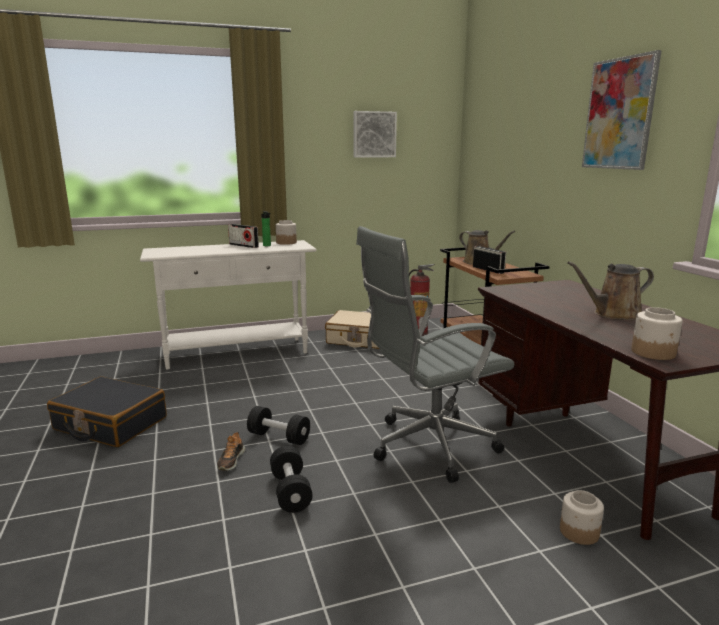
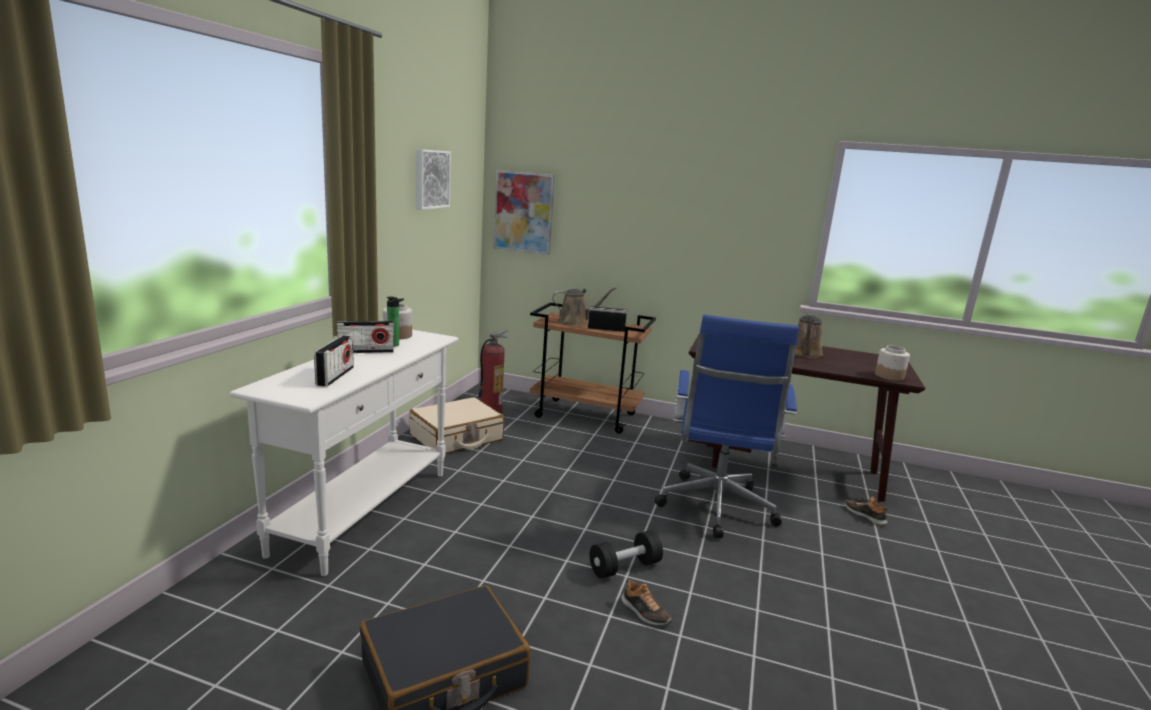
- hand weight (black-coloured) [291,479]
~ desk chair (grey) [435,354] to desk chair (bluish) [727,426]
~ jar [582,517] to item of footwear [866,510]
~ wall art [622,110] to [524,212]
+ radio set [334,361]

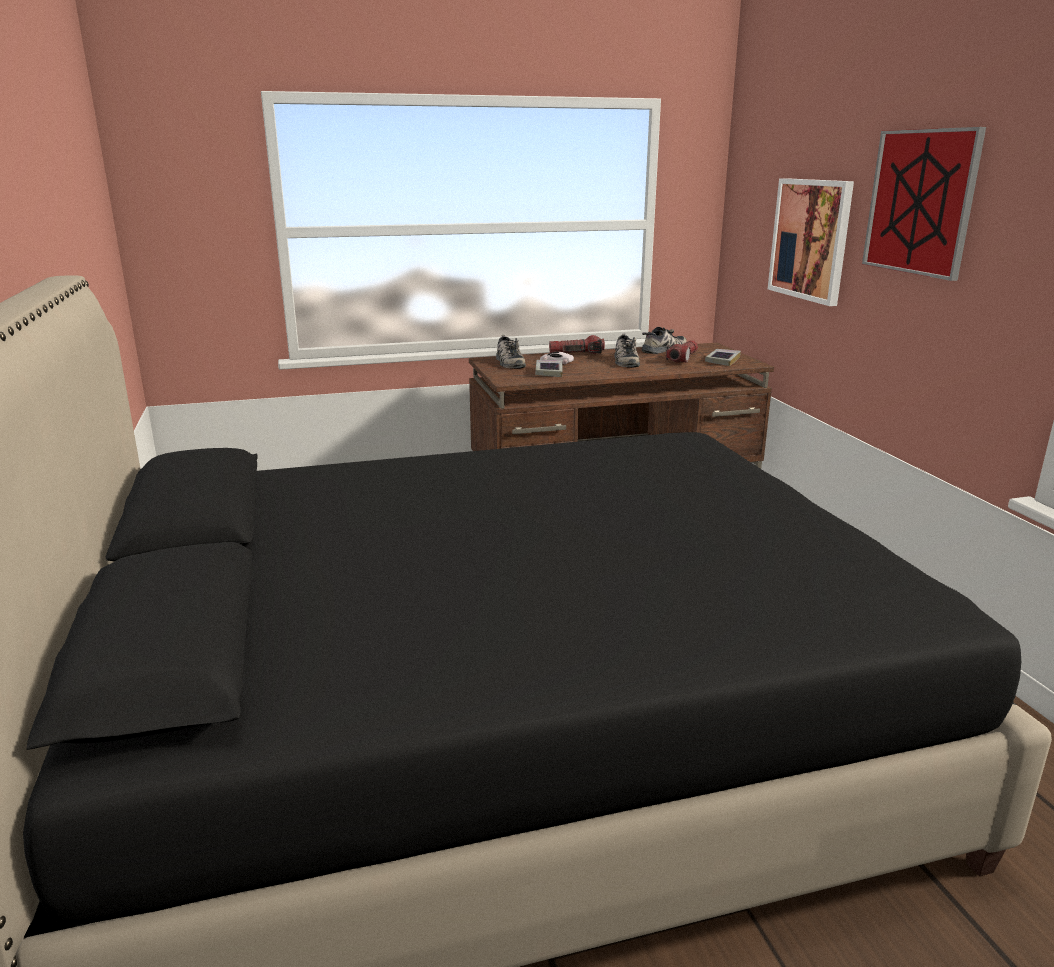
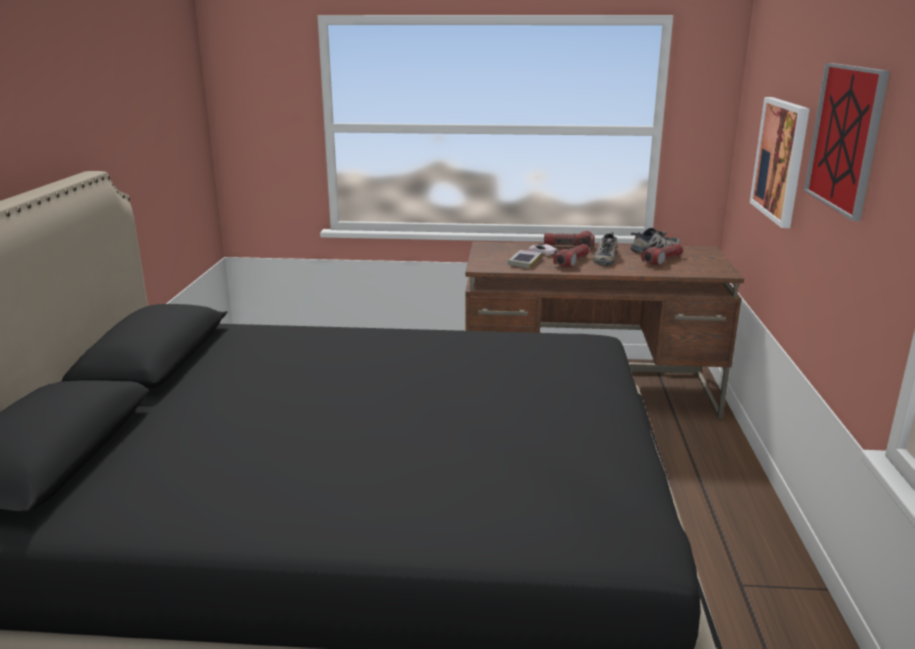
- item of footwear [511,352]
- bound book [723,357]
+ hand torch [571,255]

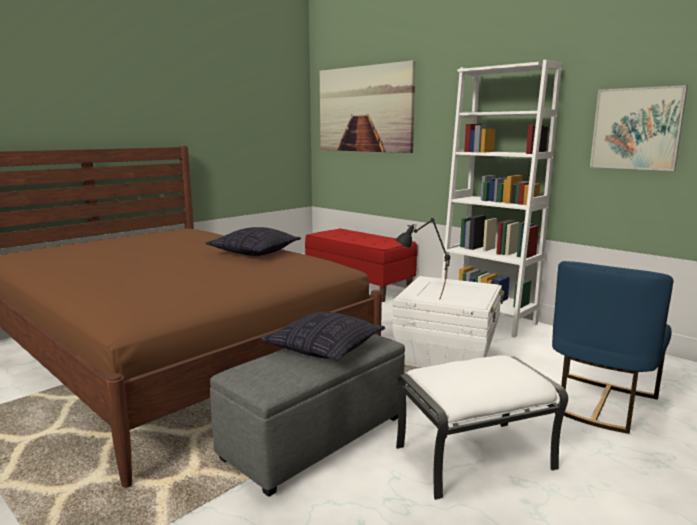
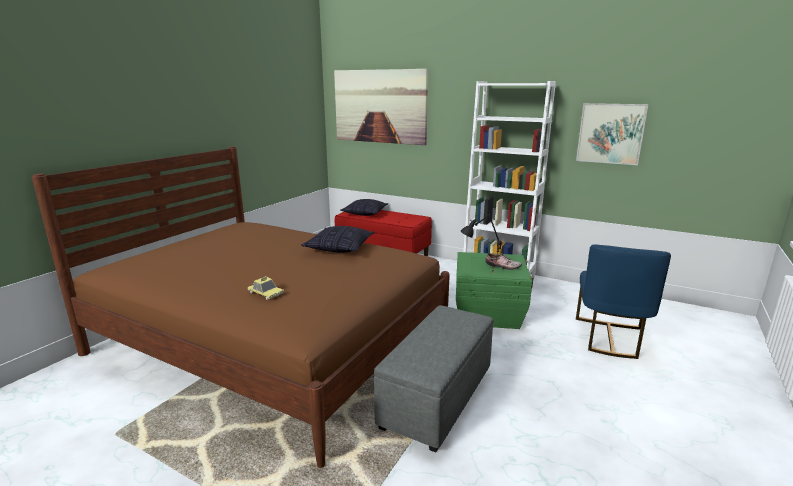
~ pillow [322,336] to [364,207]
~ storage container (whitish) [448,322] to storage container (green) [495,290]
- pouffe (whitish) [482,427]
+ toy car [266,288]
+ item of footwear [503,261]

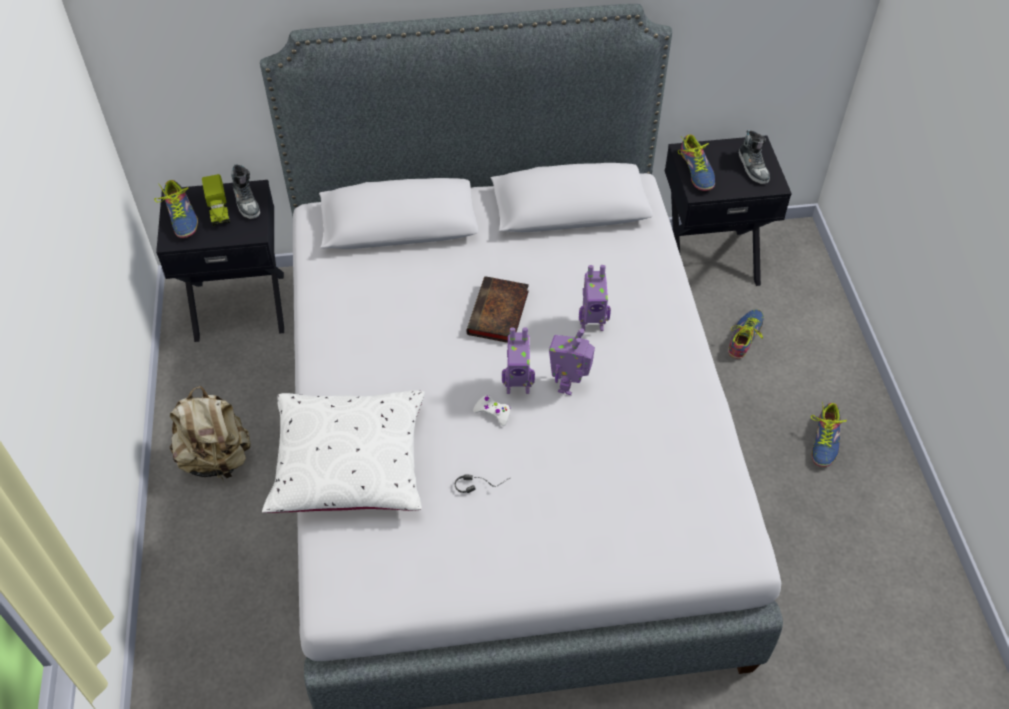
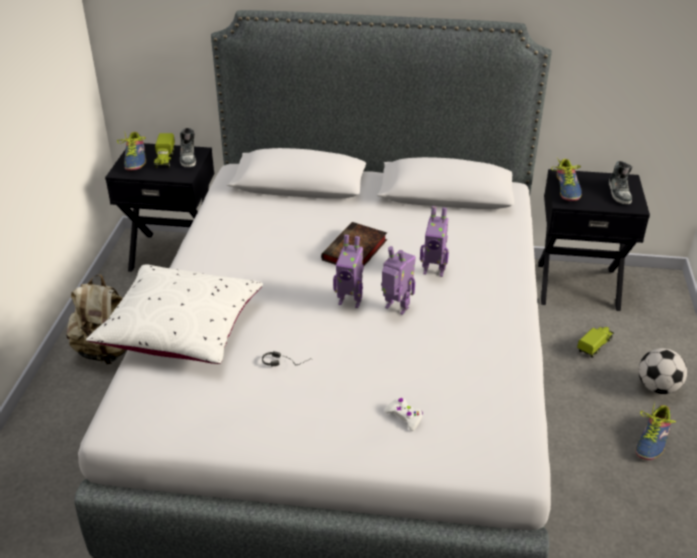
~ game controller (whitish) [491,410] to [404,414]
~ toy robot [572,361] = [398,280] 90 degrees clockwise
~ item of footwear [746,334] to model truck [595,342]
+ football [663,371]

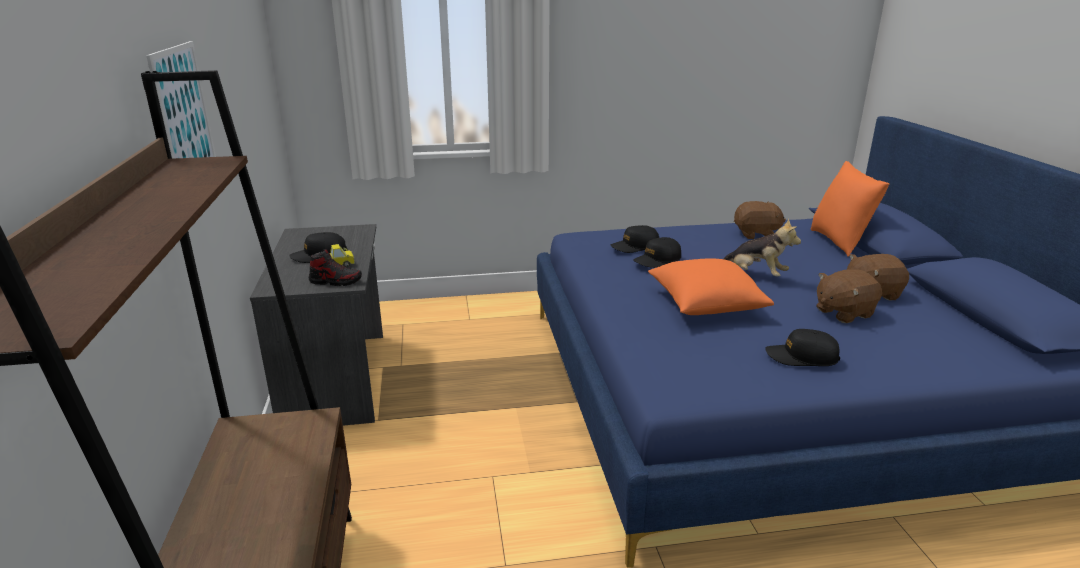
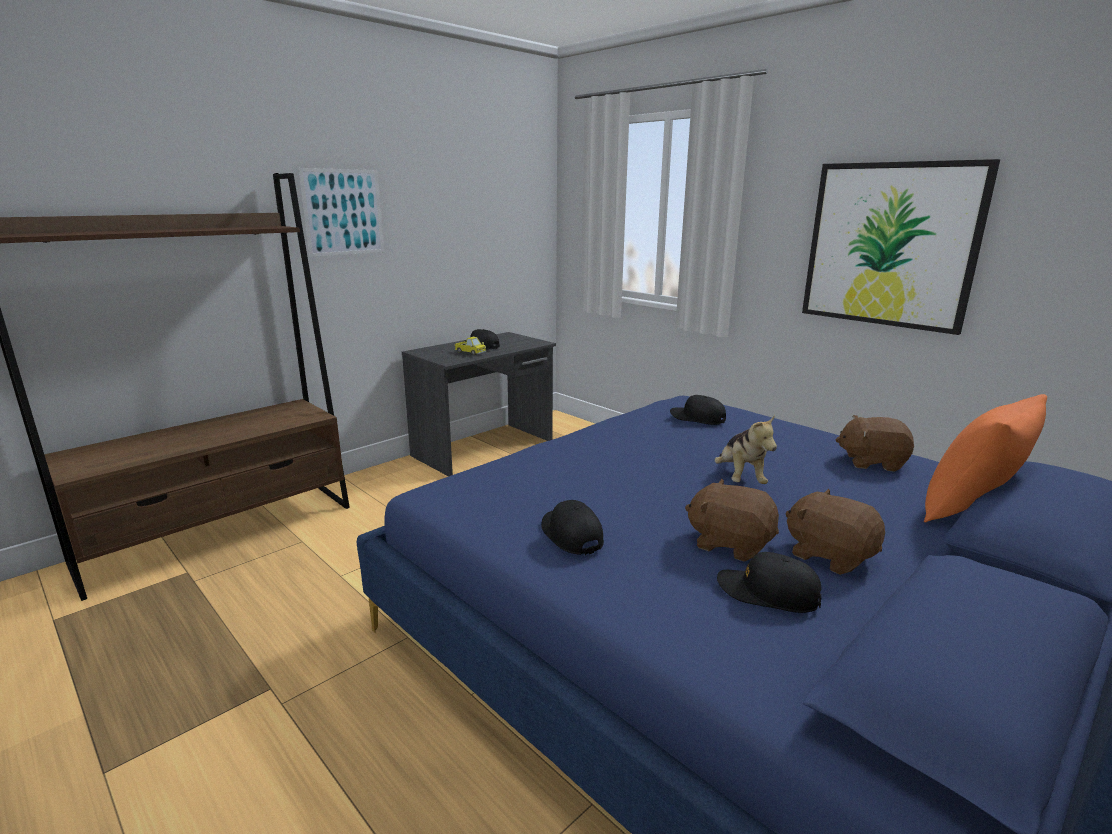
- item of footwear [335,267]
~ cap (black-coloured) [657,252] to [769,582]
- pillow (orange) [711,287]
~ soft toy (brownish) [760,220] = [875,443] 135 degrees clockwise
+ wall art [901,247]

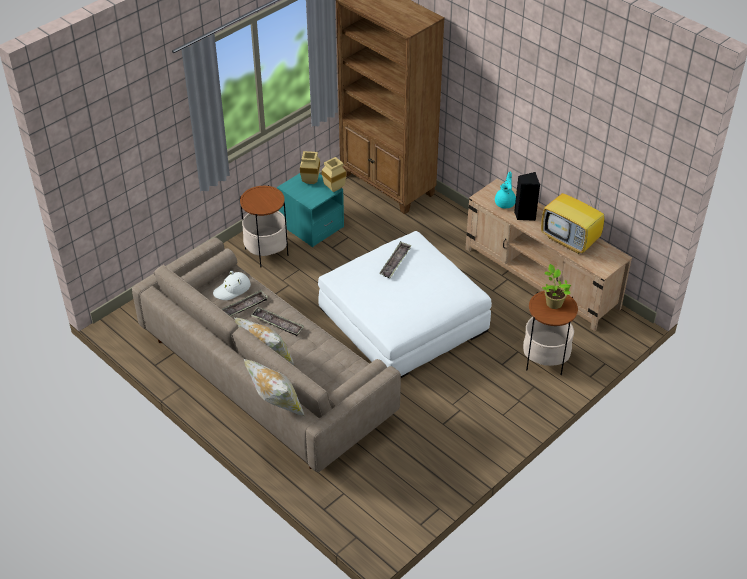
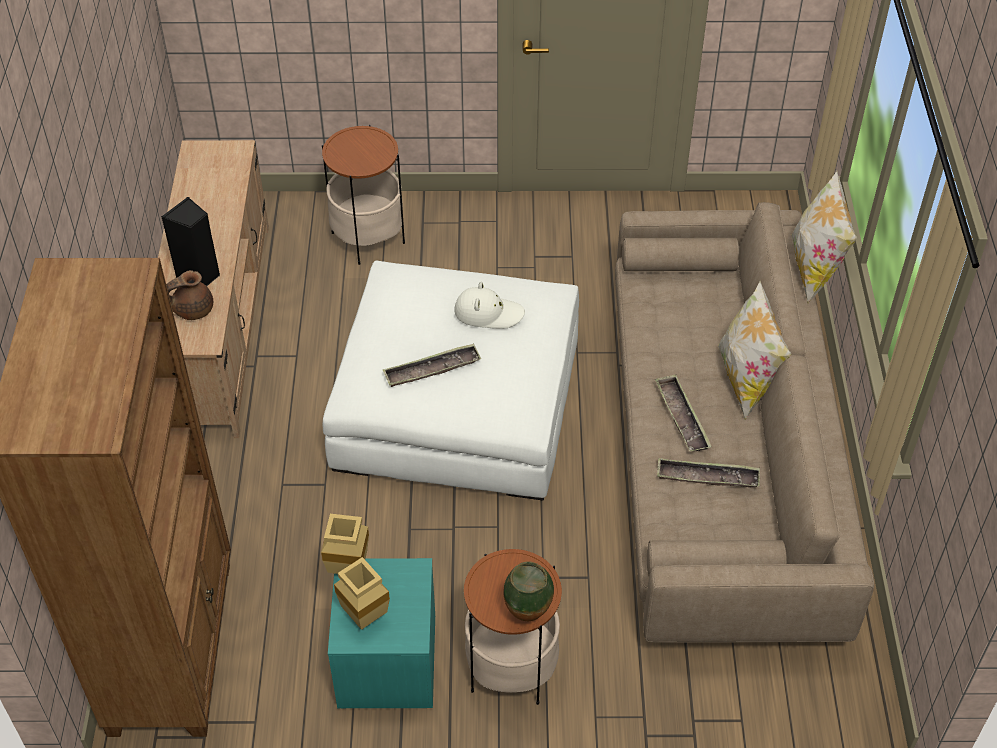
~ hat (whitish) [232,285] to [489,305]
~ teapot (blue-green) [505,189] to teapot (brownish) [189,295]
- TV [573,218]
- potted plant [556,286]
+ flower vase [529,591]

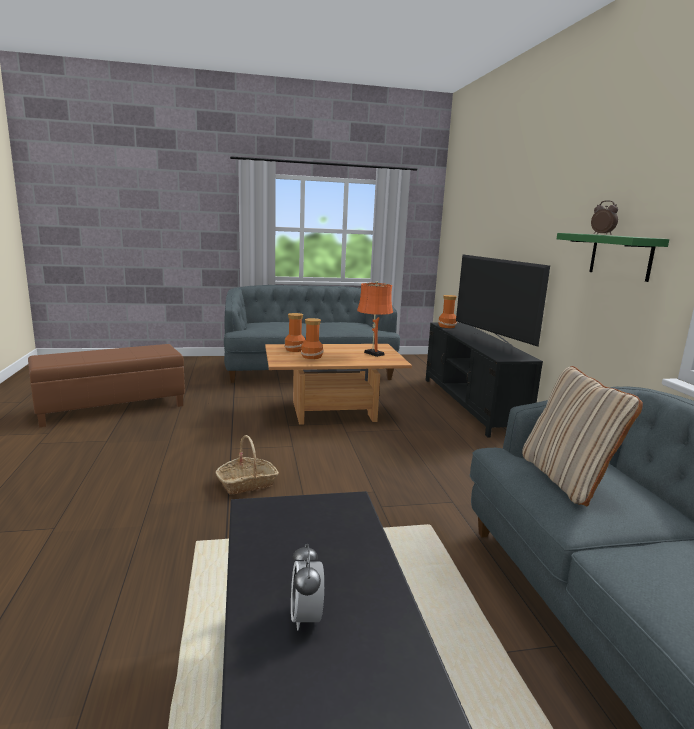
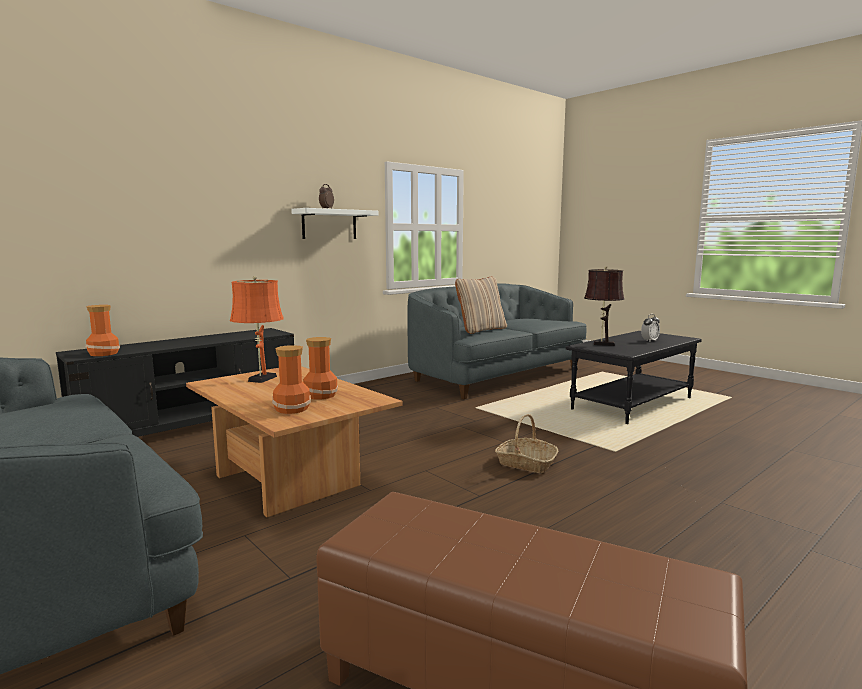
- TV [503,302]
~ shelf (green) [613,257] to shelf (whitish) [334,223]
+ lamp for a table (brownish) [604,306]

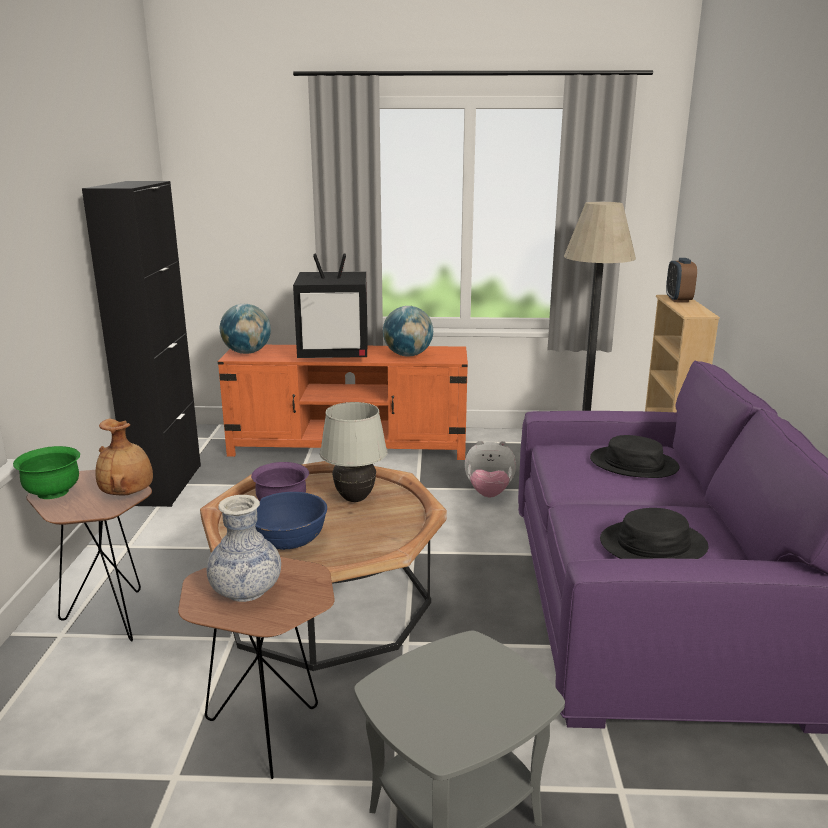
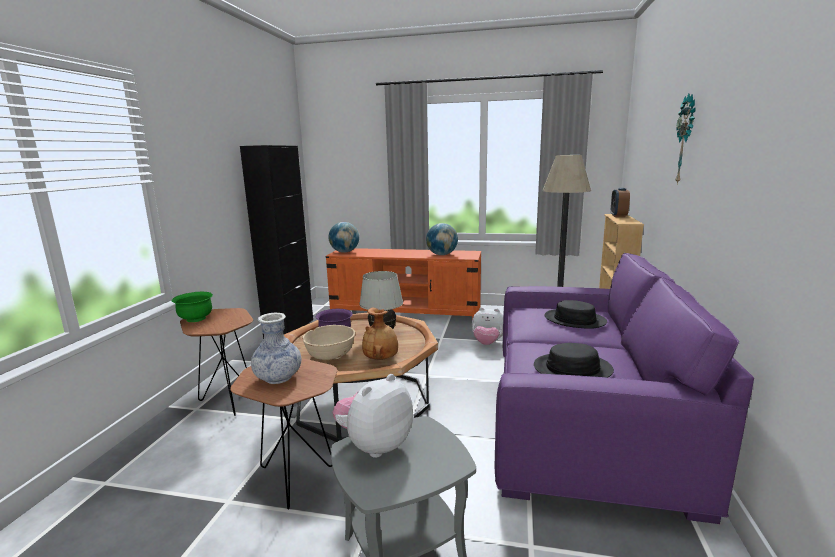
~ flower vase (brownish) [124,457] to [380,333]
~ bowl (bluish) [291,521] to bowl (beige-coloured) [328,342]
- TV [330,305]
+ soft toy [372,416]
+ hanging clock [685,139]

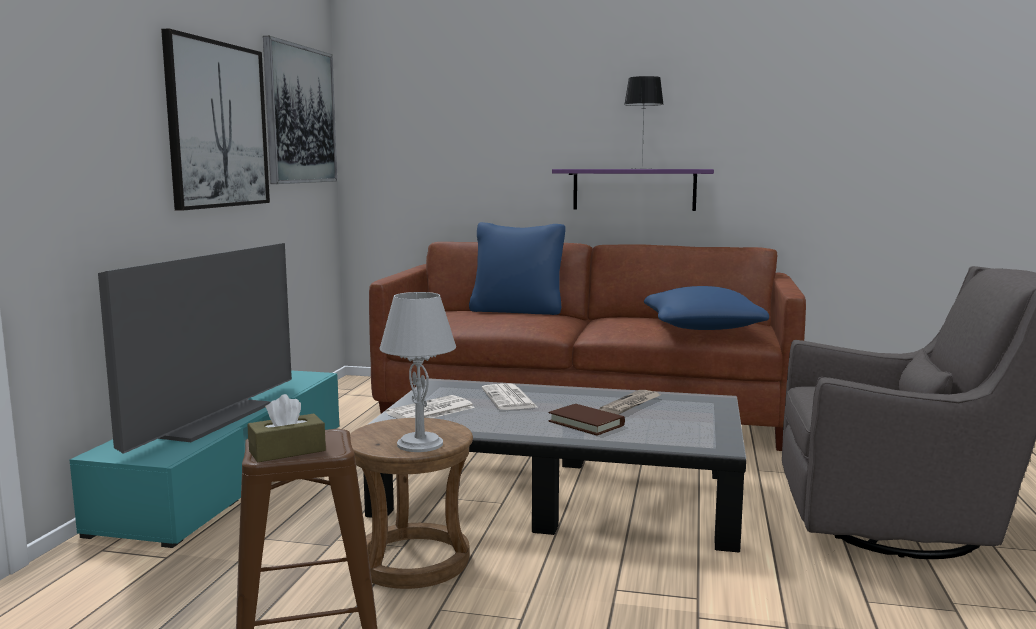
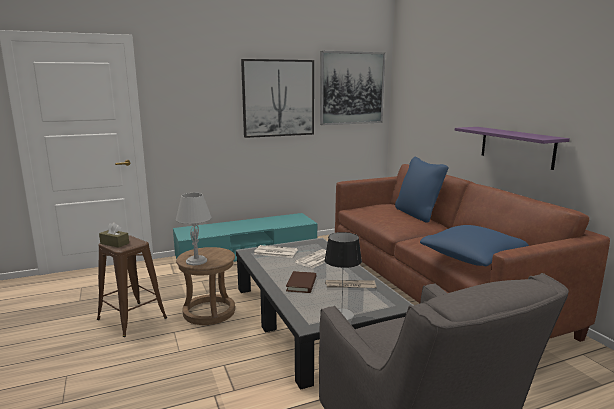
- TV [195,348]
~ lamp for a table [644,122] to [343,276]

